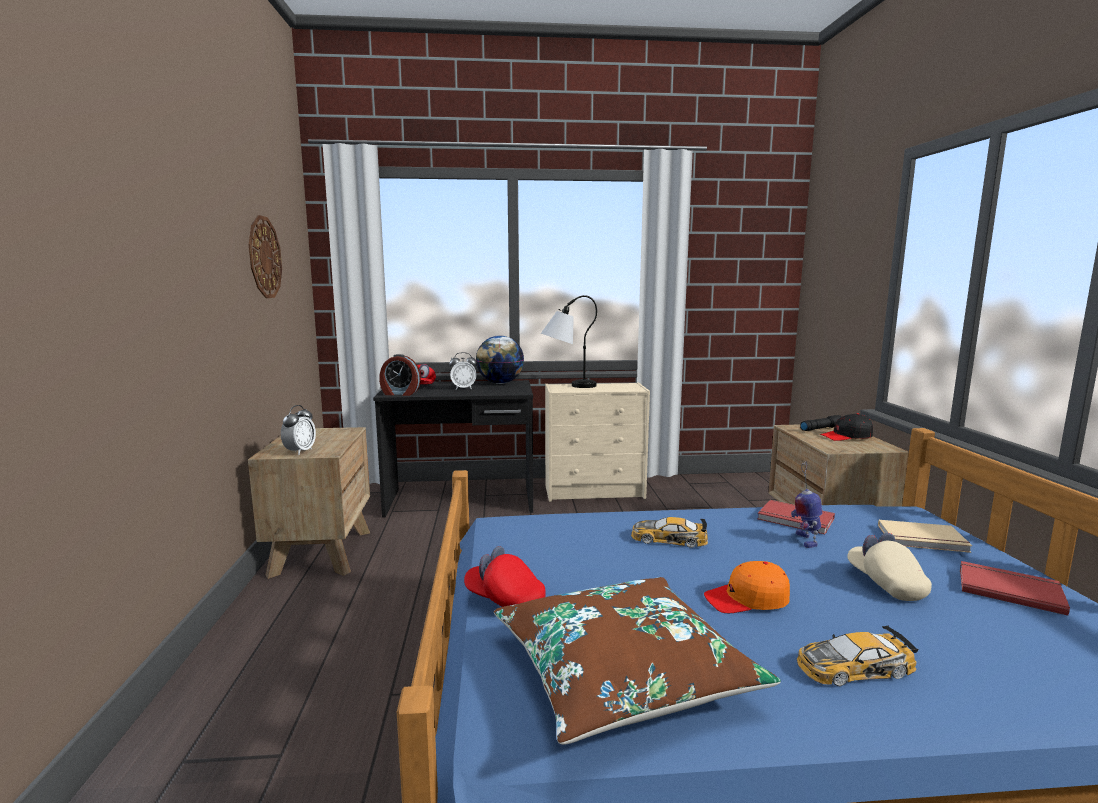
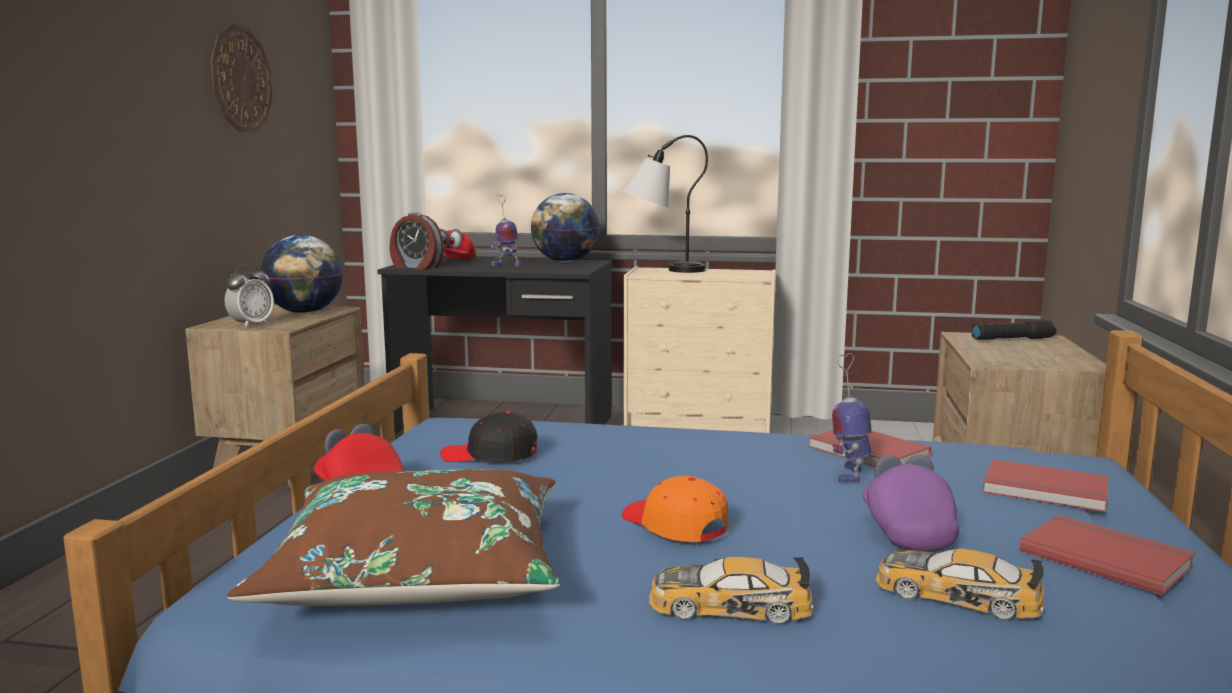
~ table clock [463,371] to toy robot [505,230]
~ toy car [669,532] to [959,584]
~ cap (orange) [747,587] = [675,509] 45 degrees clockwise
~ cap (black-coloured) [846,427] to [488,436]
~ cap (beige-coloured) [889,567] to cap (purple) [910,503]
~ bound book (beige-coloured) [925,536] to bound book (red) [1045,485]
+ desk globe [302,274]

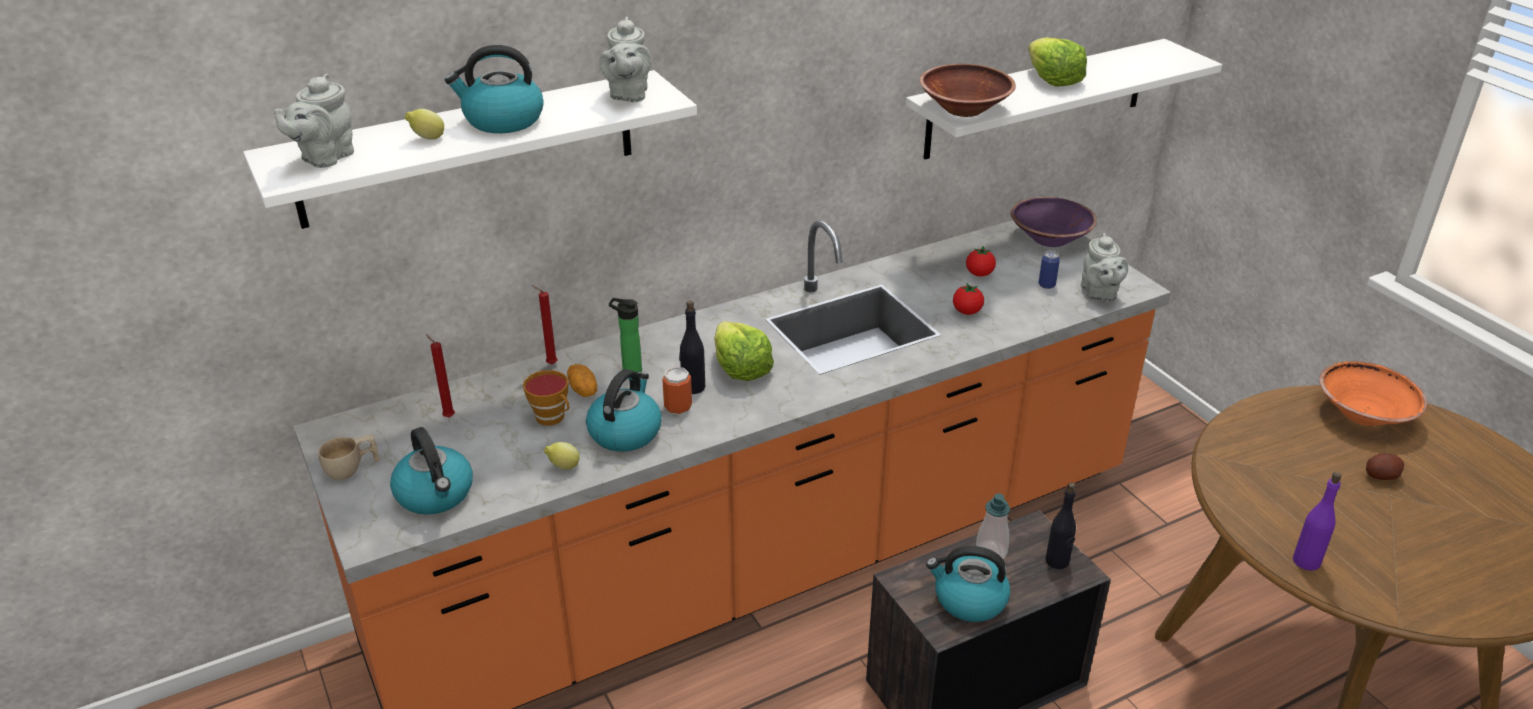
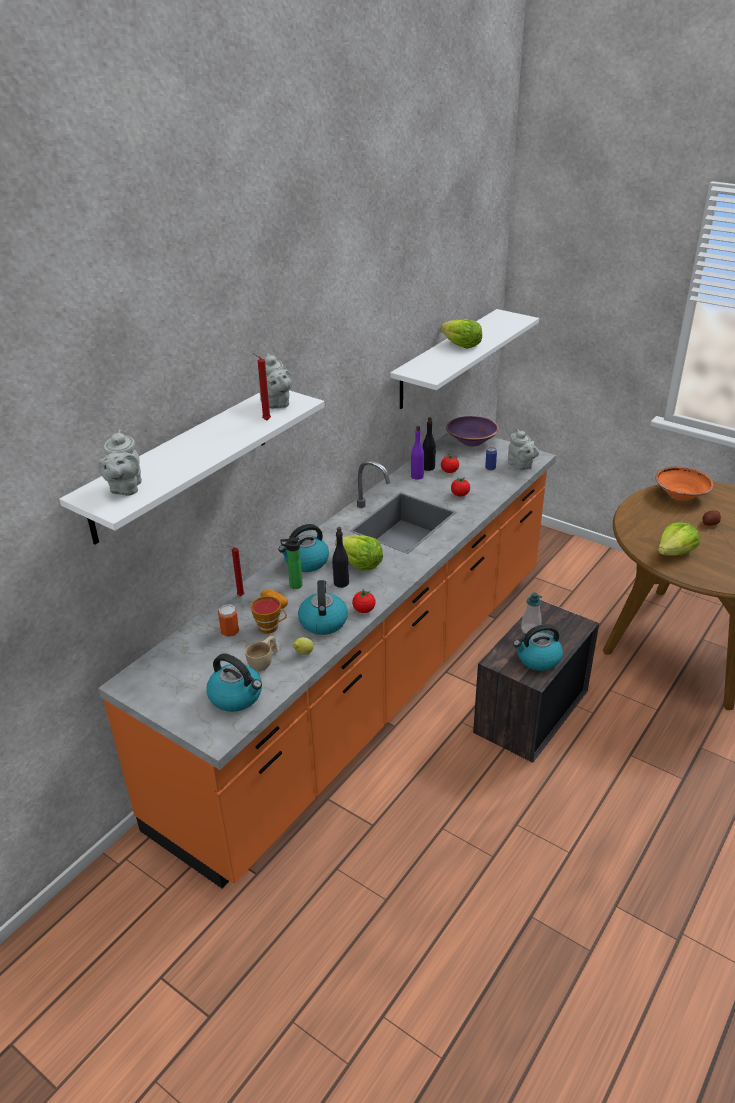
~ small cup (beige-coloured) [349,457] to [261,653]
- citrus fruit [424,124]
~ wax candle (red) [440,375] to [262,386]
~ water kettle [494,89] to [303,548]
~ can [677,391] to [228,620]
- bowl (brownish) [968,90]
~ bottle (black-coloured) [1061,525] to [429,444]
~ bottle (purple) [1317,521] to [417,453]
+ fresh tomato [364,601]
+ lettuce head [678,539]

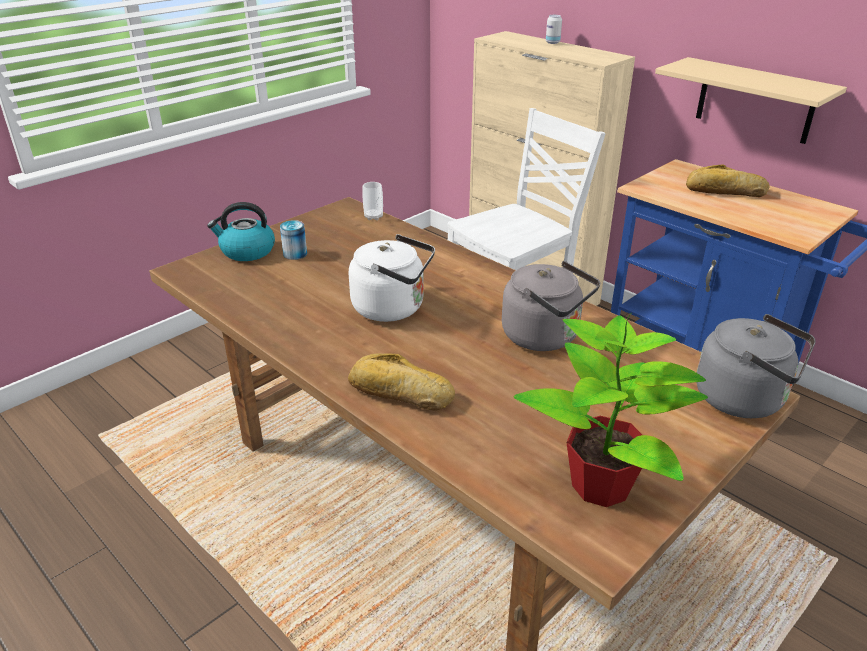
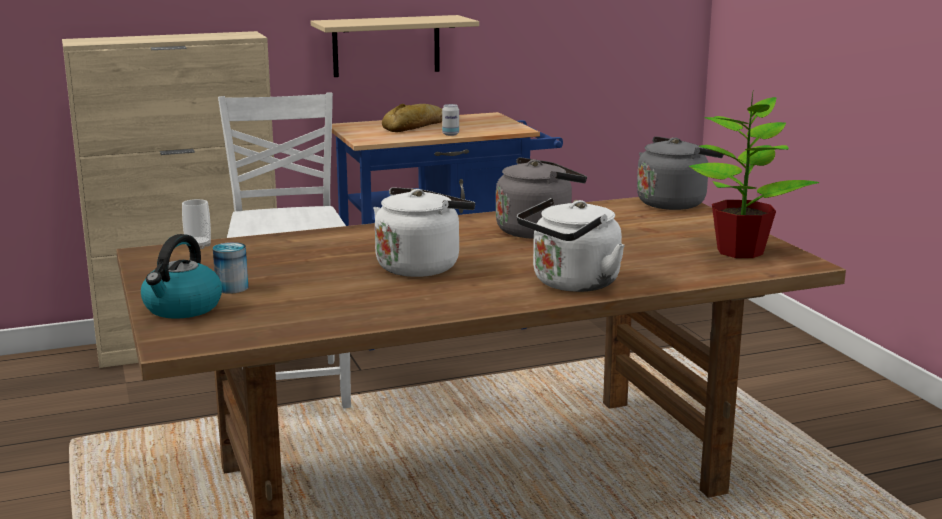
~ baked bread [401,382] to water kettle (whitish) [571,245]
~ can [554,29] to [450,120]

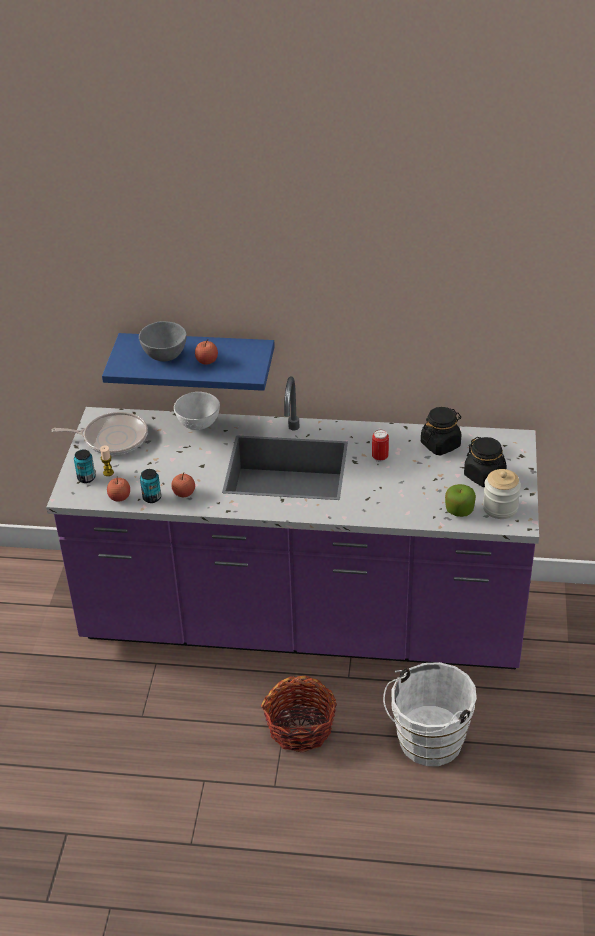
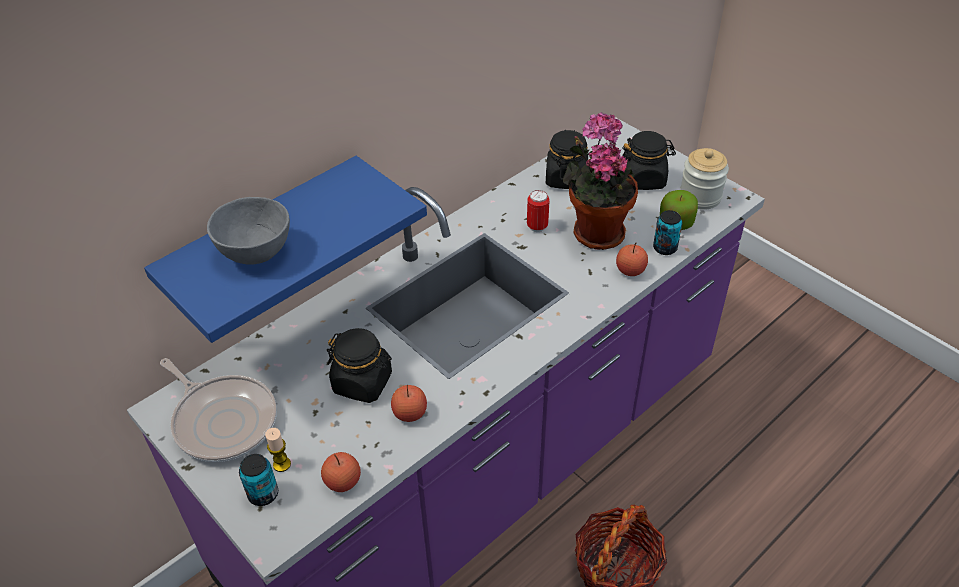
~ skillet [100,433] = [218,410] 90 degrees clockwise
~ can [150,486] to [667,232]
- bowl (whitish) [197,411]
~ apple fruit [206,352] to [632,259]
- pail (whitish) [430,714]
+ jar (black-coloured) [359,365]
+ potted plant [600,181]

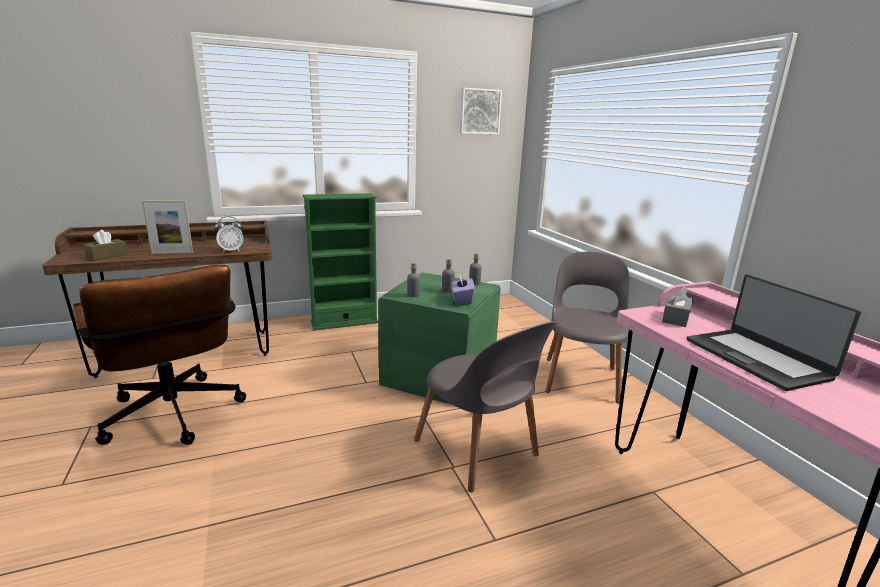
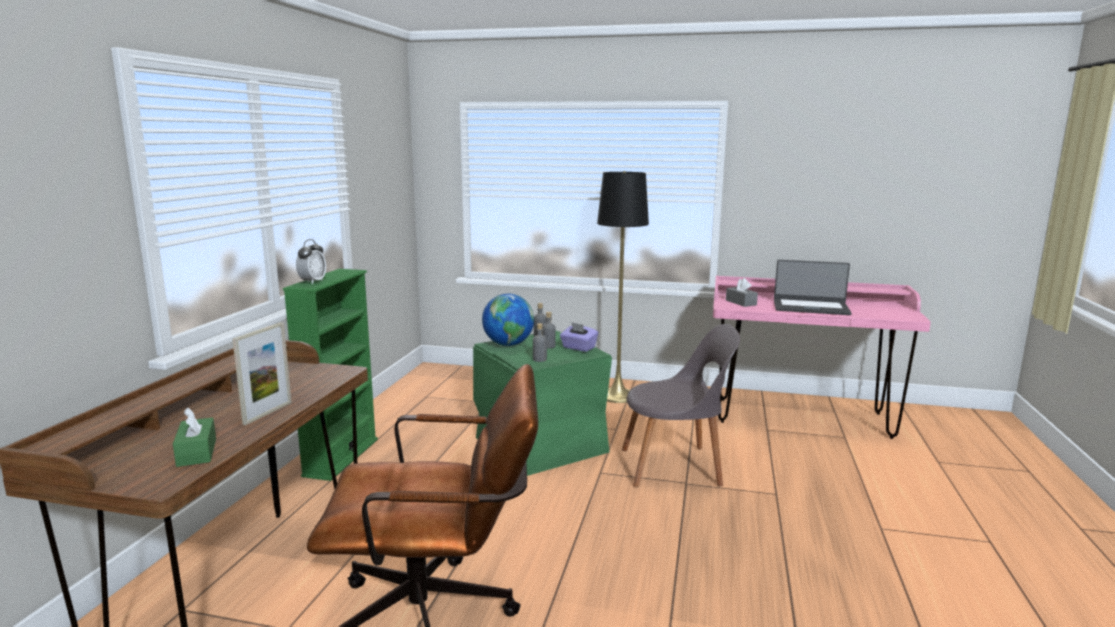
~ box of tissues (brownish) [106,245] to box of tissues (green) [194,437]
~ table clock [228,234] to [311,261]
- wall art [481,111]
~ chair (grey) [587,328] to floor lamp (black-coloured) [623,287]
+ desk globe [508,320]

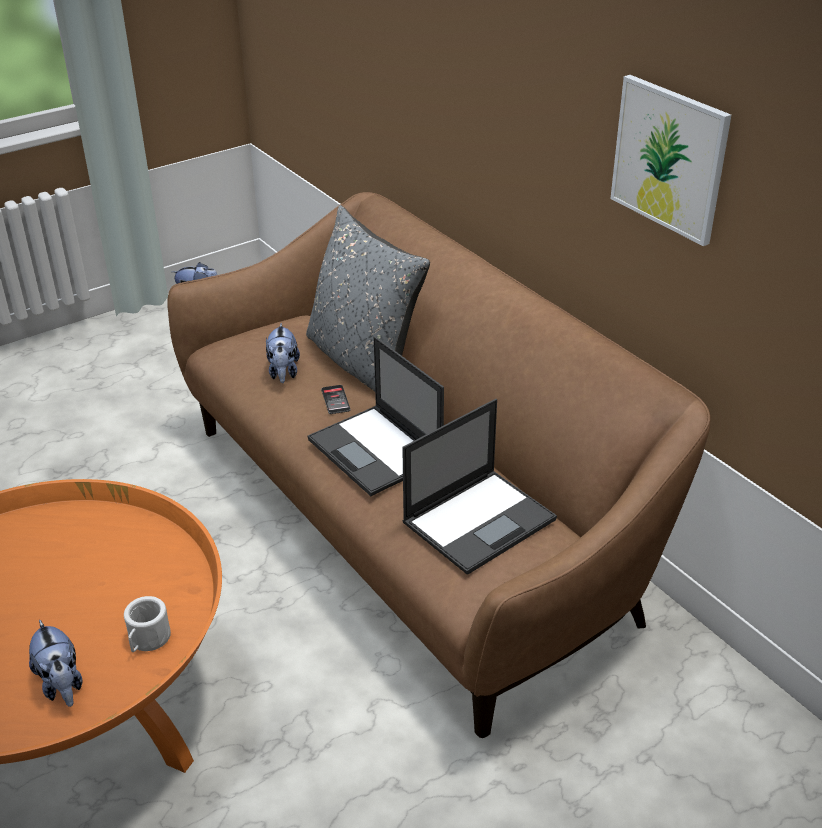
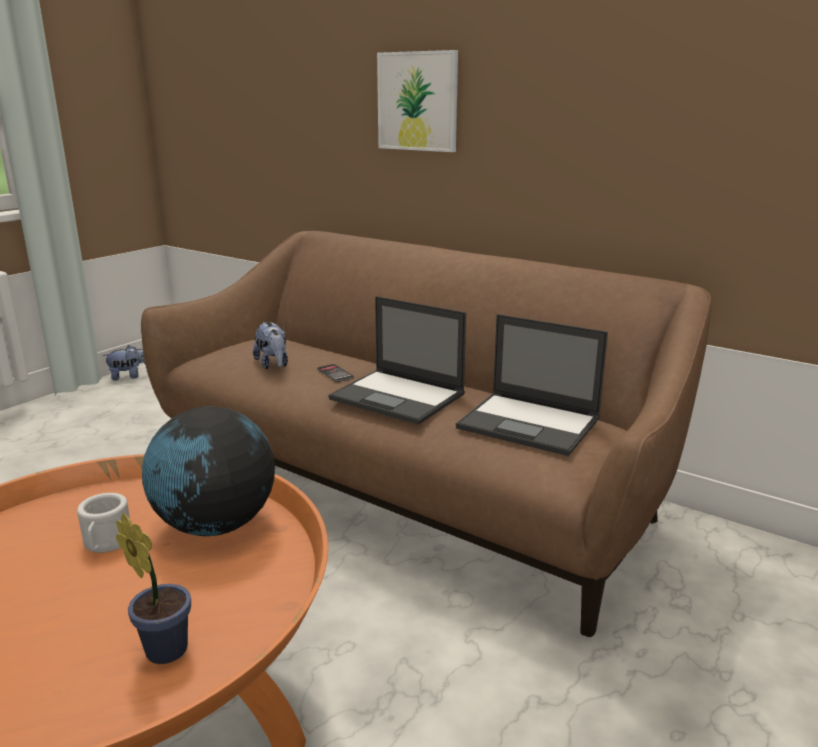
~ soft toy [55,663] to potted plant [153,588]
~ mug (whitish) [147,624] to [103,523]
- pillow (grey) [368,298]
~ notebook computer [479,487] = [532,385] 90 degrees clockwise
~ wall art [670,160] to [417,101]
+ desk globe [208,471]

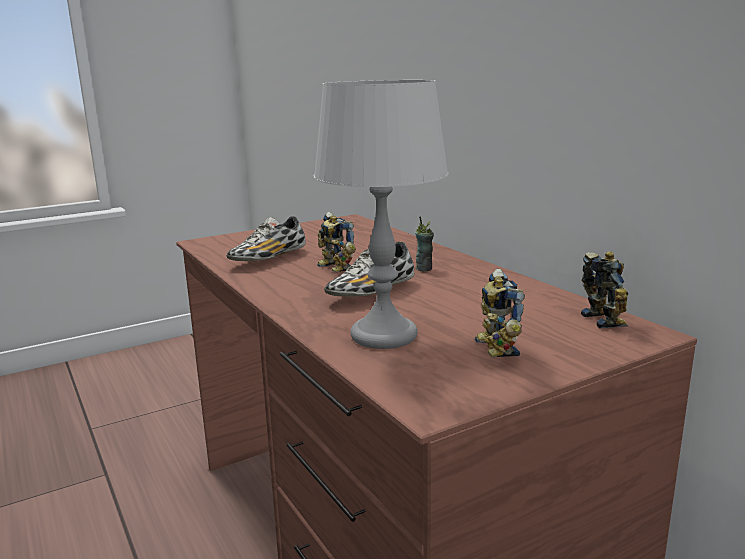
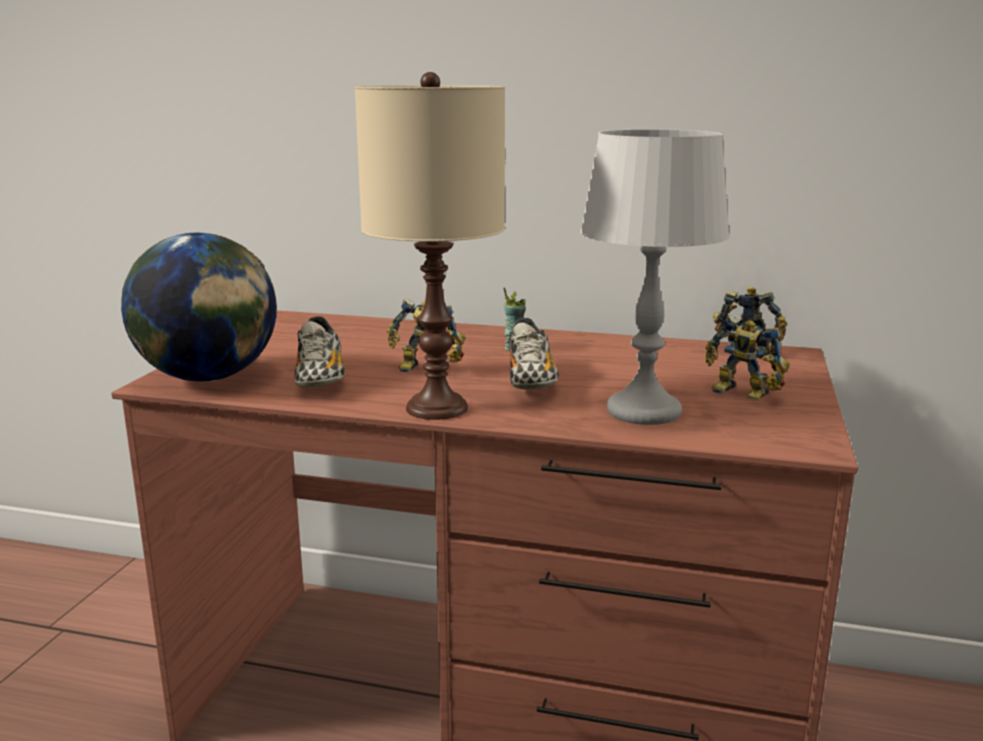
+ desk globe [199,307]
+ lamp for a table (beige-coloured) [430,246]

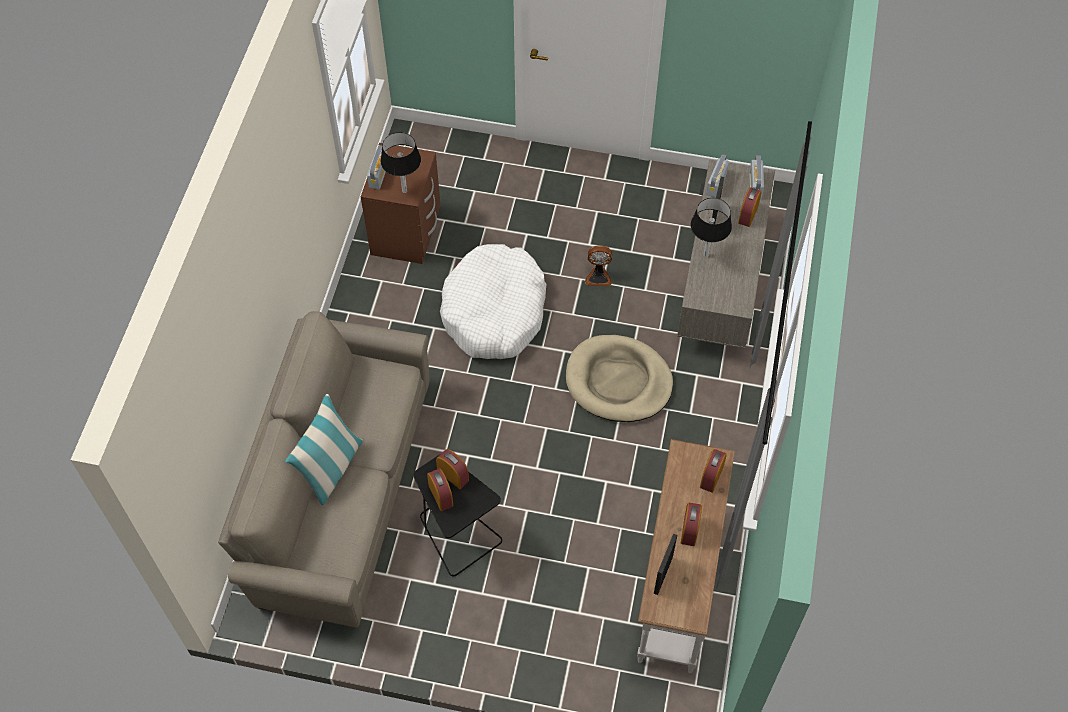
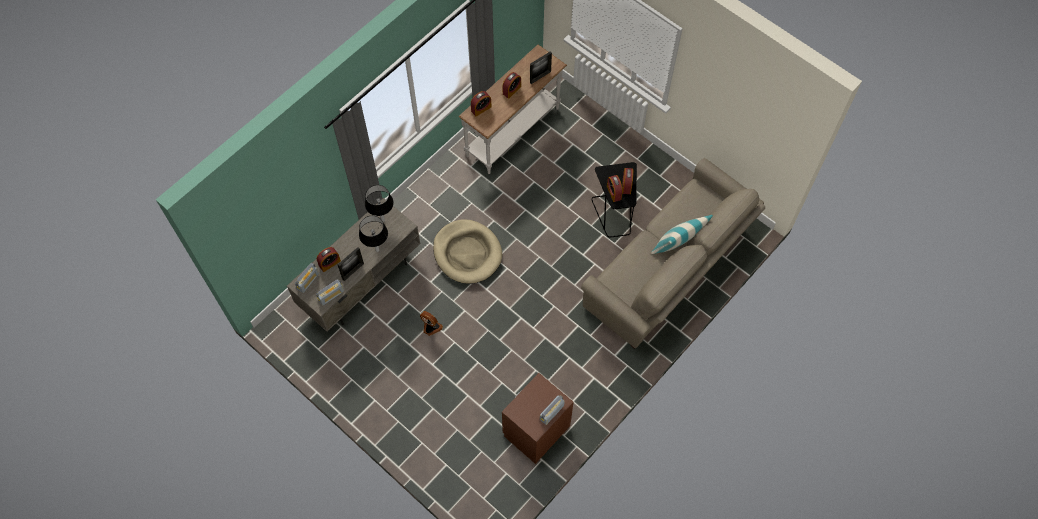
~ lamp for a table (black-coloured) [400,162] to [379,203]
- dog cushion (whitish) [493,301]

